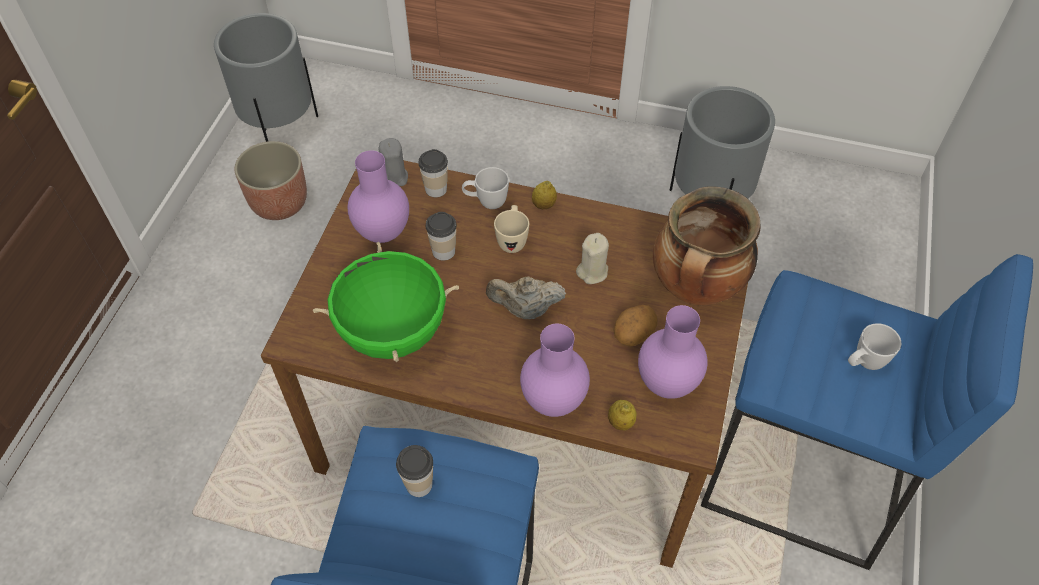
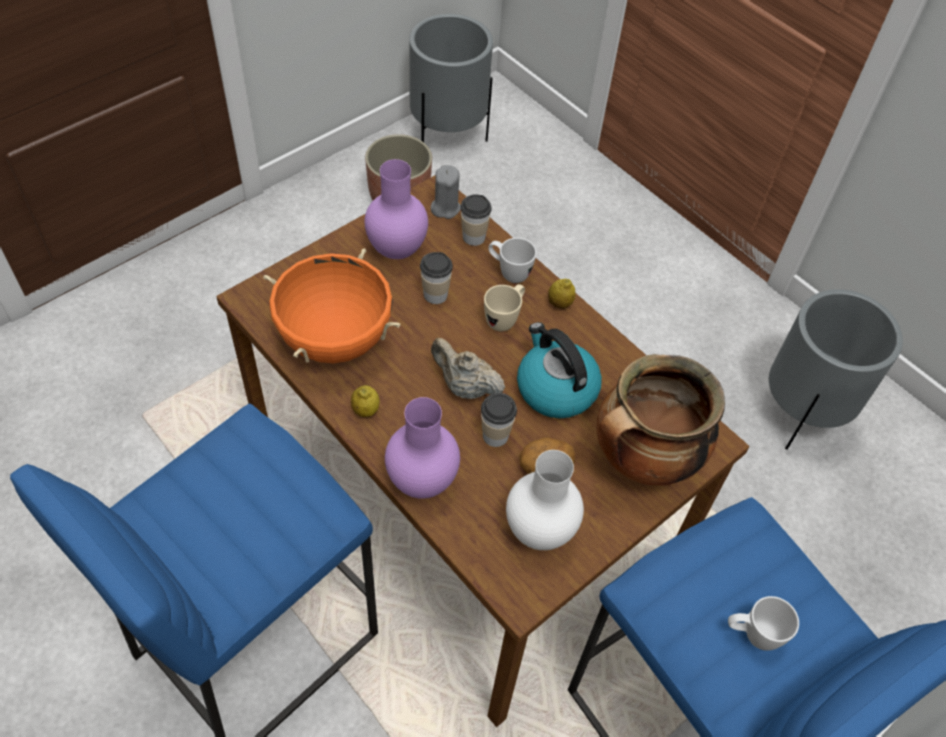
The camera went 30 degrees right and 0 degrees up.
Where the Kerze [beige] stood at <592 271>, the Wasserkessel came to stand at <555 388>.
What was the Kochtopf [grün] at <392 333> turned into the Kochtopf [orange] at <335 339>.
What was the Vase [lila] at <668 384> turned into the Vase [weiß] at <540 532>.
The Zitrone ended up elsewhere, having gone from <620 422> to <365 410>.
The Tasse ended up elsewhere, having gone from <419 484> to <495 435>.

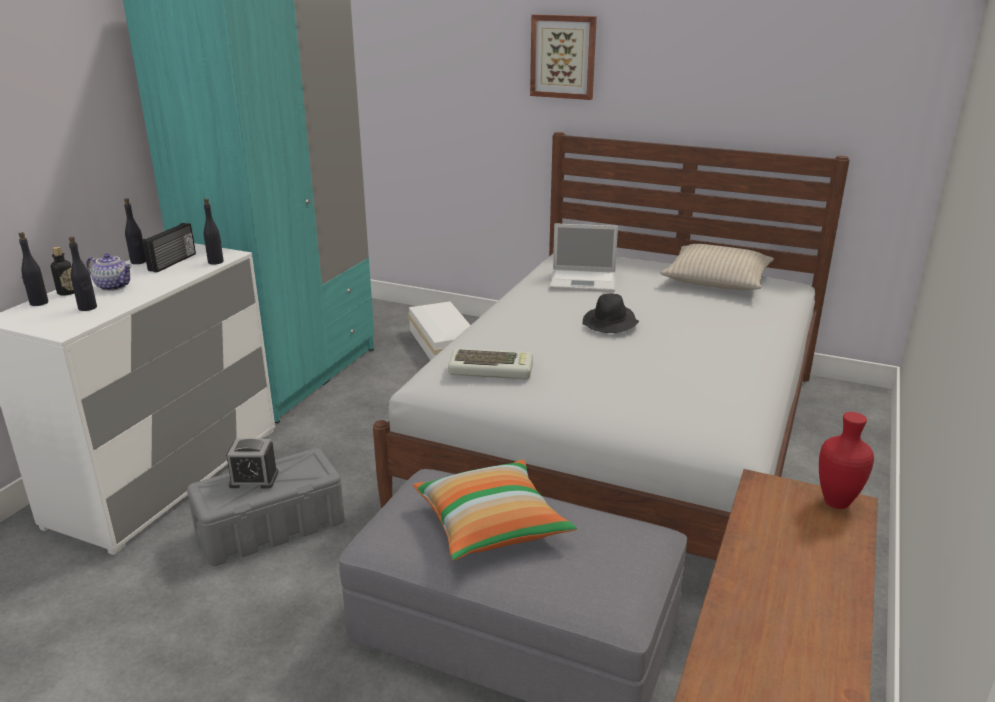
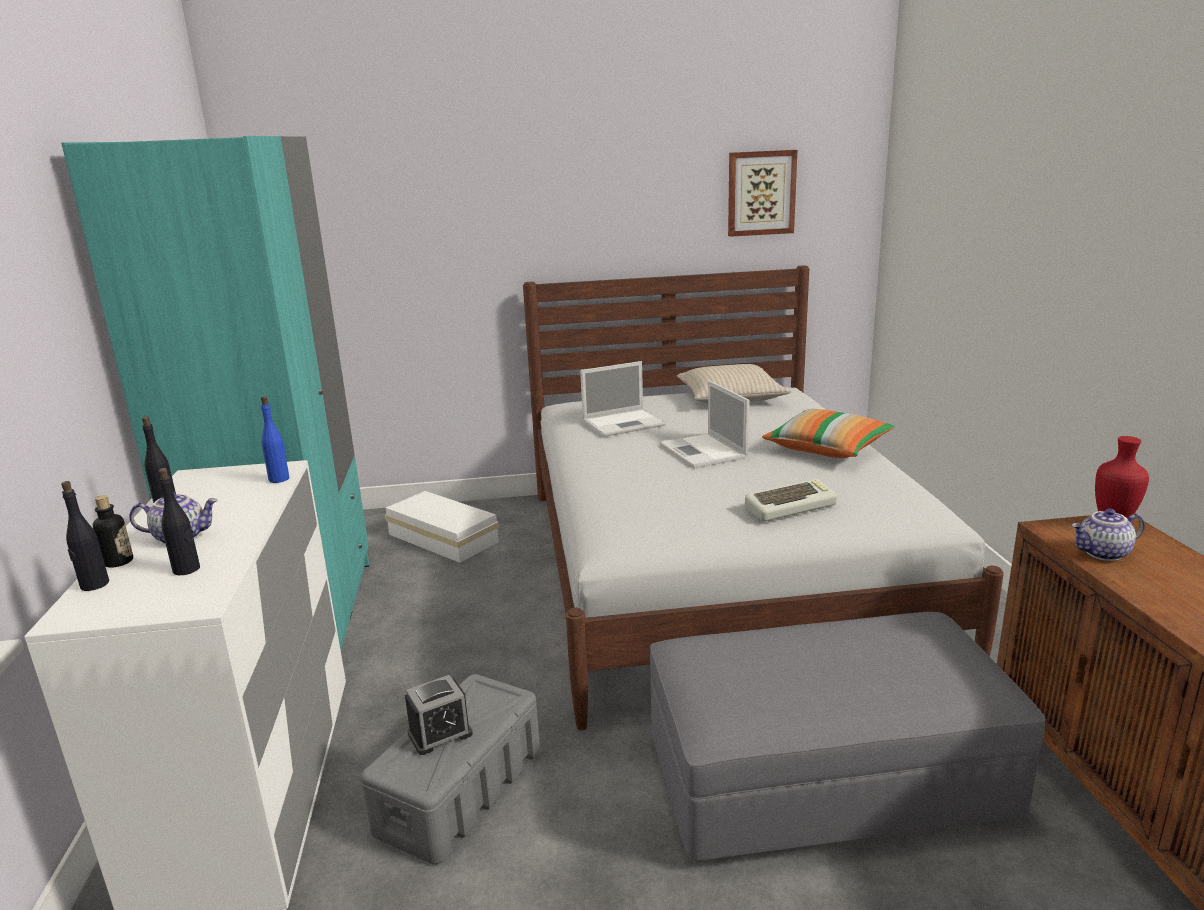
The camera went 30 degrees left and 5 degrees down.
The Bild ended up elsewhere, having gone from <563 56> to <761 193>.
What was the Flasche [schwarz] at <216 262> turned into the Flasche [blau] at <279 479>.
The second view lost the Radio at <173 262>.
Where the Hut [schwarz] stood at <610 324>, the Laptop came to stand at <704 451>.
The Tastatur ended up elsewhere, having gone from <491 370> to <790 506>.
The Kissen ended up elsewhere, having gone from <491 525> to <827 449>.
The second view gained the Teekanne at <1103 554>.

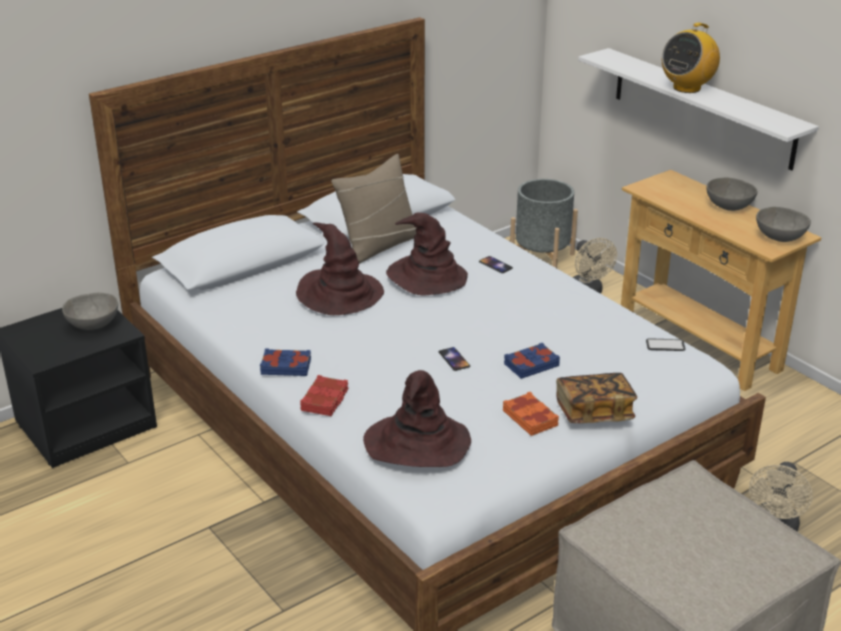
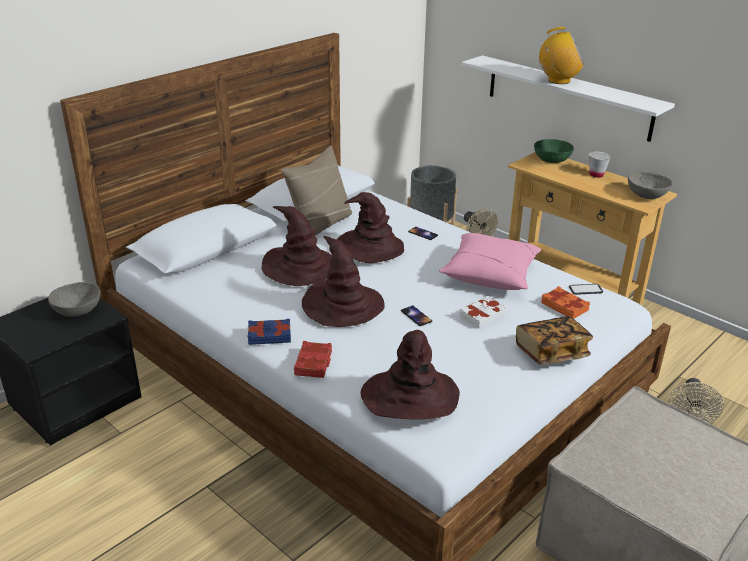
The camera went 10 degrees left and 0 degrees up.
The Radio at <687 88> ended up facing another way, 120 degrees counterclockwise from before.
Where the Schüssel [grau] stood at <728 206>, the Tasse [weiß] came to stand at <596 175>.
What was the Buch [blau] at <530 364> turned into the Buch [weiß] at <482 315>.
The Buch [orange] ended up elsewhere, having gone from <530 418> to <565 306>.
The second view gained the Schüssel [grün] at <552 161>.
The second view gained the Kissen [rosa] at <490 274>.
The second view gained the Hut [braun] at <342 306>.

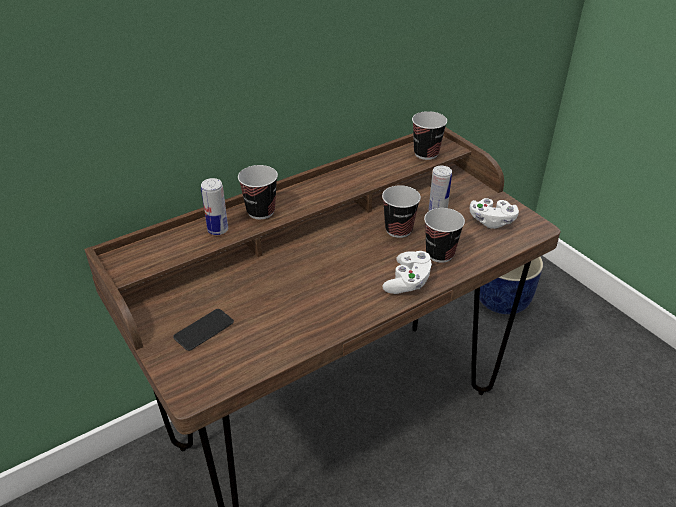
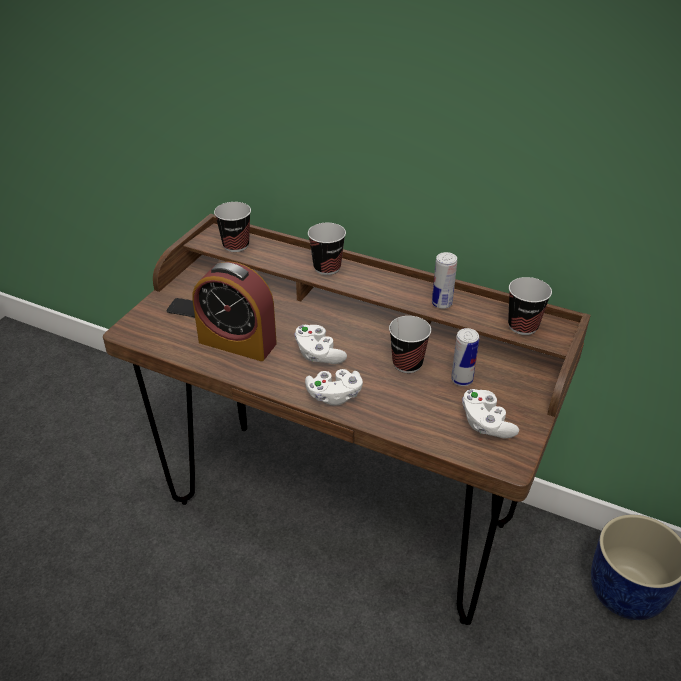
The camera went 60 degrees right and 0 degrees up.
The Dose ended up elsewhere, having gone from <218 230> to <442 303>.
The Tasse ended up elsewhere, having gone from <440 254> to <236 245>.
The second view gained the Wecker at <237 342>.
The second view gained the Gamepad [weiß] at <318 354>.

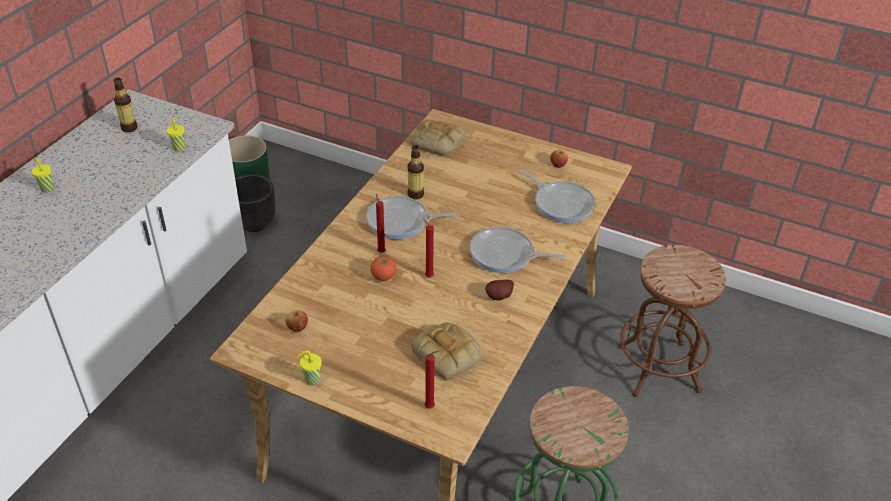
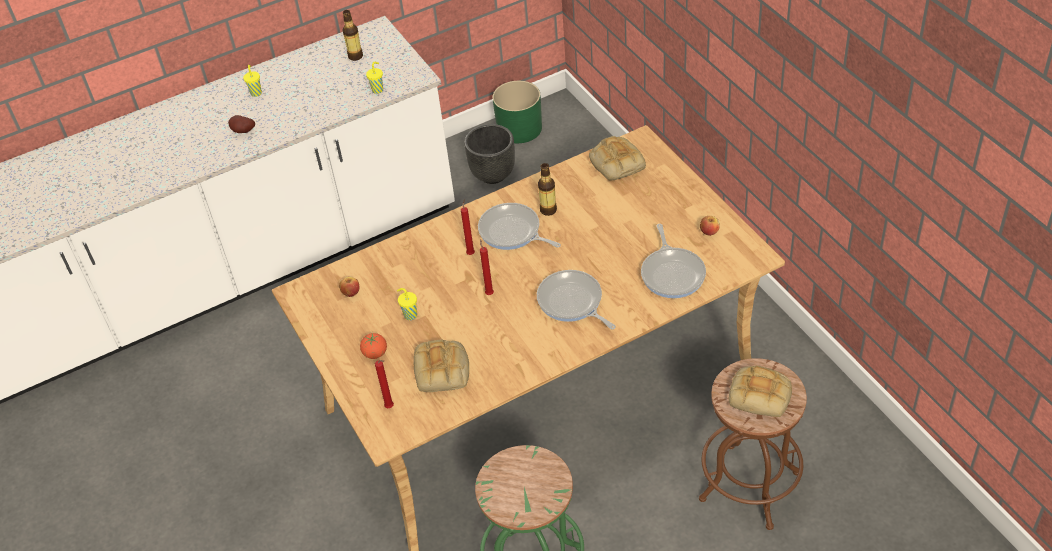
The camera went 40 degrees right and 5 degrees up.
The Tomate ended up elsewhere, having gone from <383 277> to <375 353>.
The Kartoffel ended up elsewhere, having gone from <500 297> to <243 132>.
The Tasse [gelb] ended up elsewhere, having gone from <311 380> to <409 315>.
The second view gained the Brot at <761 395>.

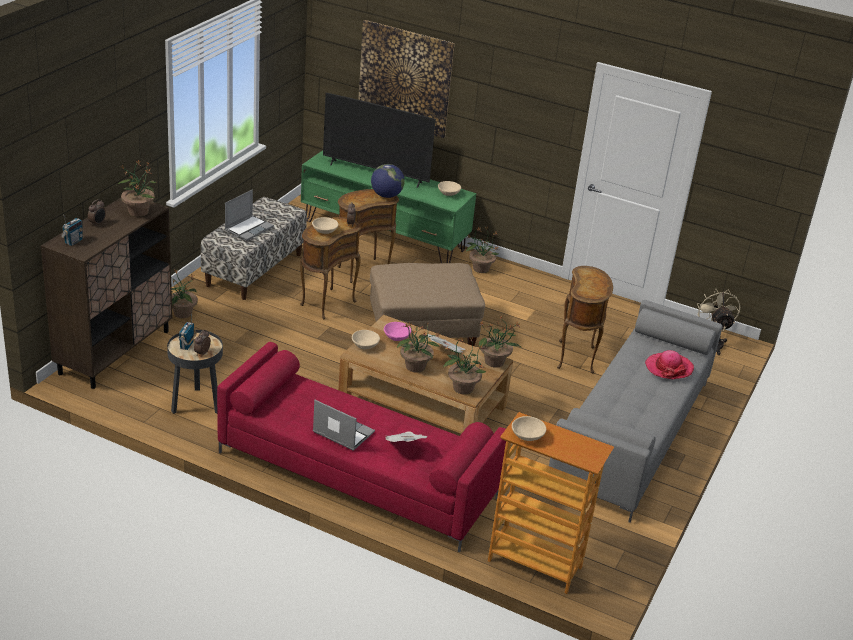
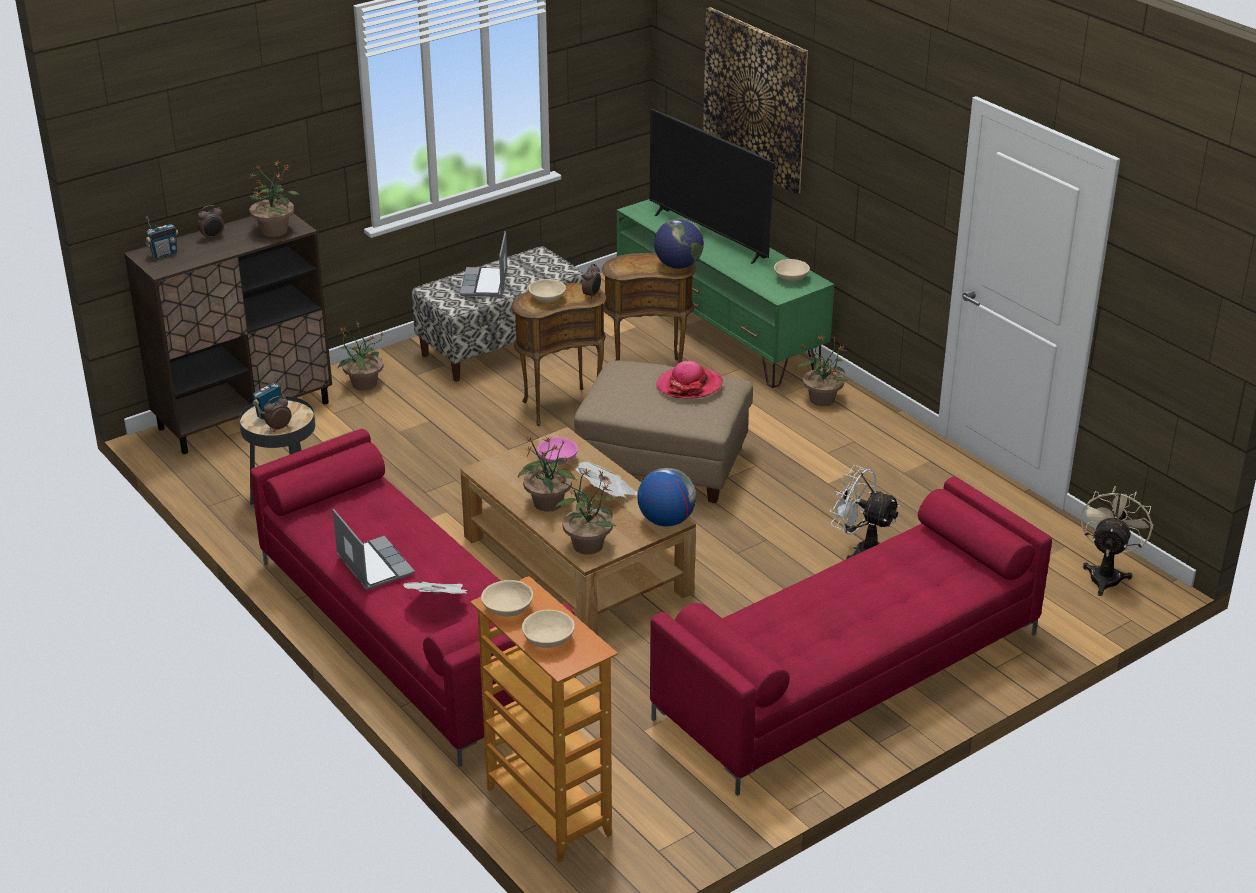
The camera went 30 degrees right and 0 degrees up.
The Laptop at <249 228> ended up facing another way, 120 degrees clockwise from before.
Where the Beistelltisch [braun] stood at <577 358>, the Ventilator [weiß] came to stand at <861 551>.
What was the Sofa [grau] at <631 435> turned into the Sofa [rot] at <849 677>.
Where the Topfpflanze stood at <495 362>, the Globus came to stand at <666 520>.
The Schüssel [beige] ended up elsewhere, having gone from <365 345> to <548 640>.
The Hut ended up elsewhere, having gone from <669 368> to <689 386>.

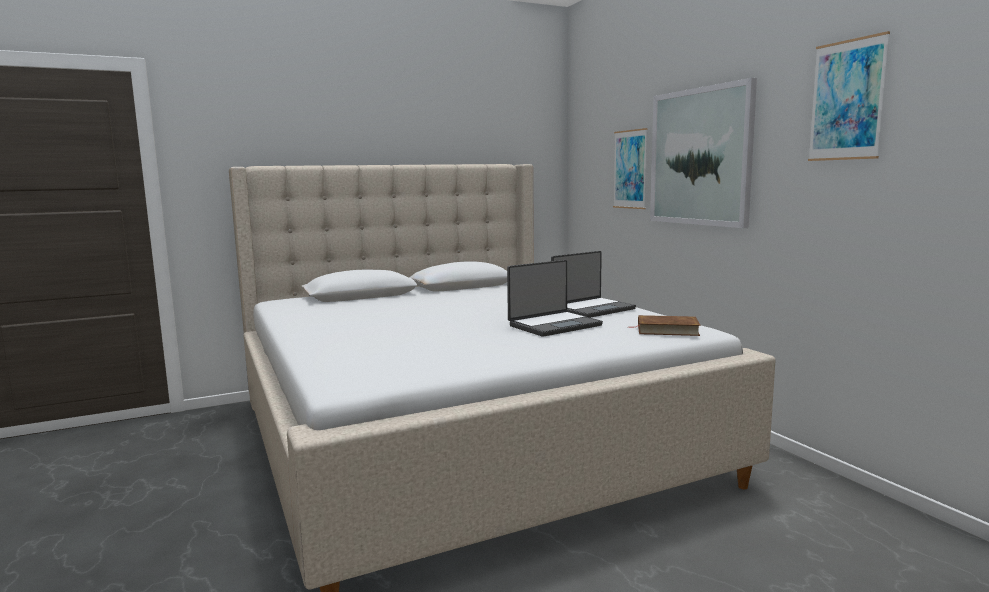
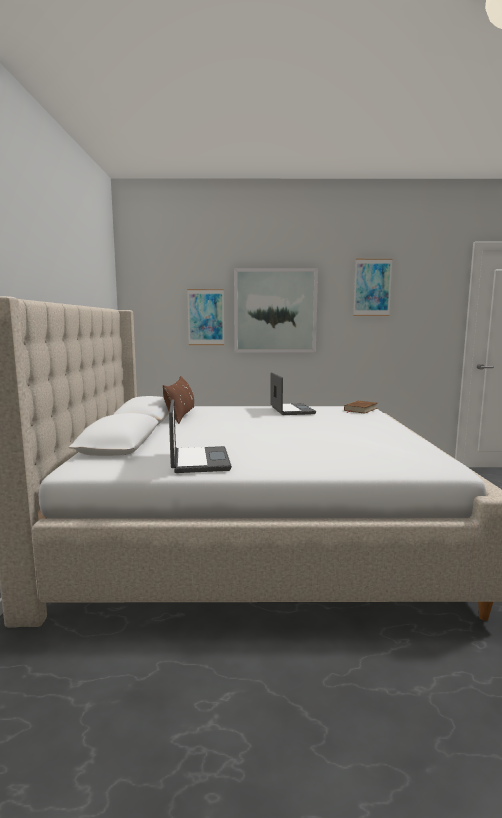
The camera went 65 degrees left and 0 degrees up.
The Laptop ended up elsewhere, having gone from <553 325> to <198 461>.
The second view gained the Kissen [braun] at <181 415>.

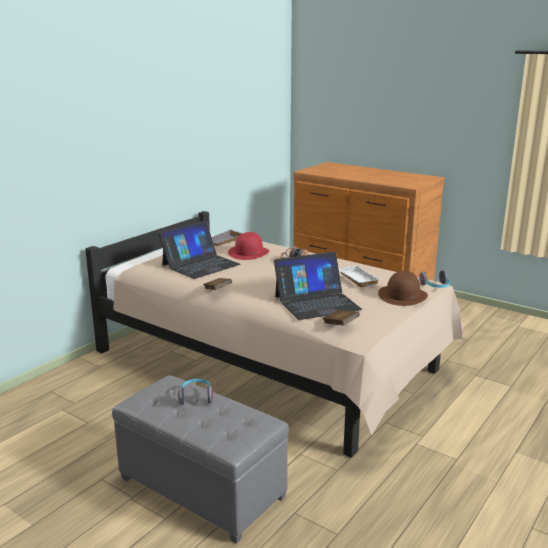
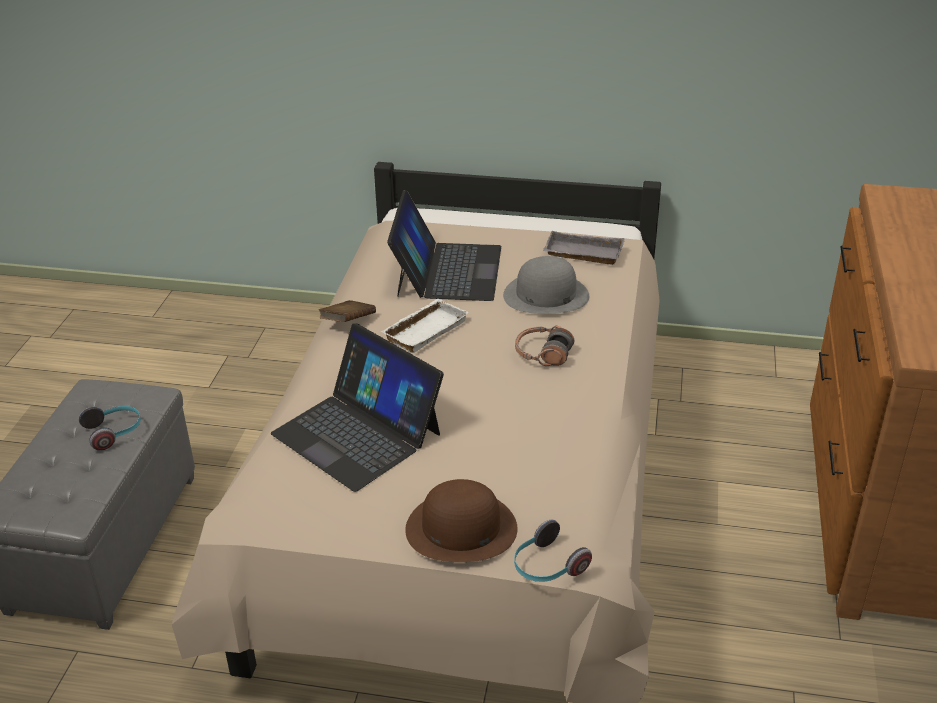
The camera went 65 degrees right and 15 degrees up.
The Laptop at <200 264> ended up facing another way, 105 degrees counterclockwise from before.
What was the Hut [rot] at <249 253> turned into the Hut [grau] at <545 295>.
The Tablett [weiß] ended up elsewhere, having gone from <356 279> to <424 329>.
The second view lost the Buch [braun] at <340 325>.

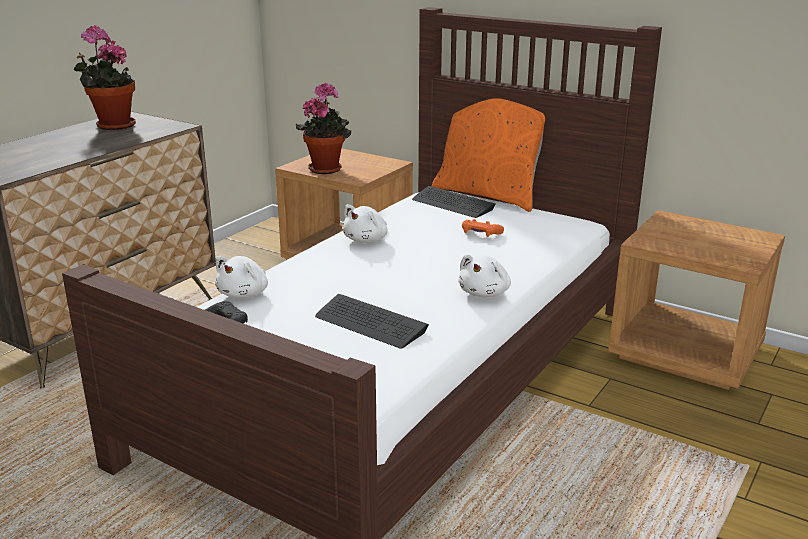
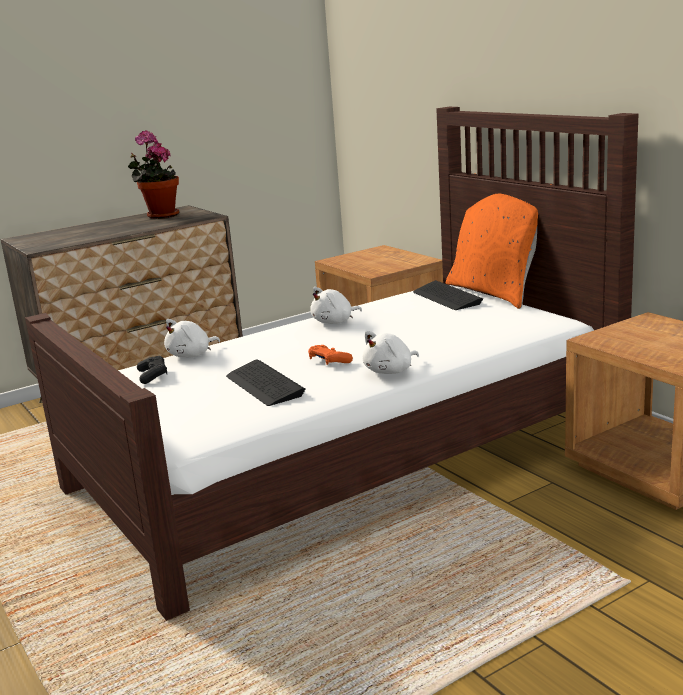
The camera went 25 degrees right and 5 degrees down.
The second view lost the Topfpflanze at <326 168>.
The Gamepad [orange] ended up elsewhere, having gone from <480 234> to <329 361>.

